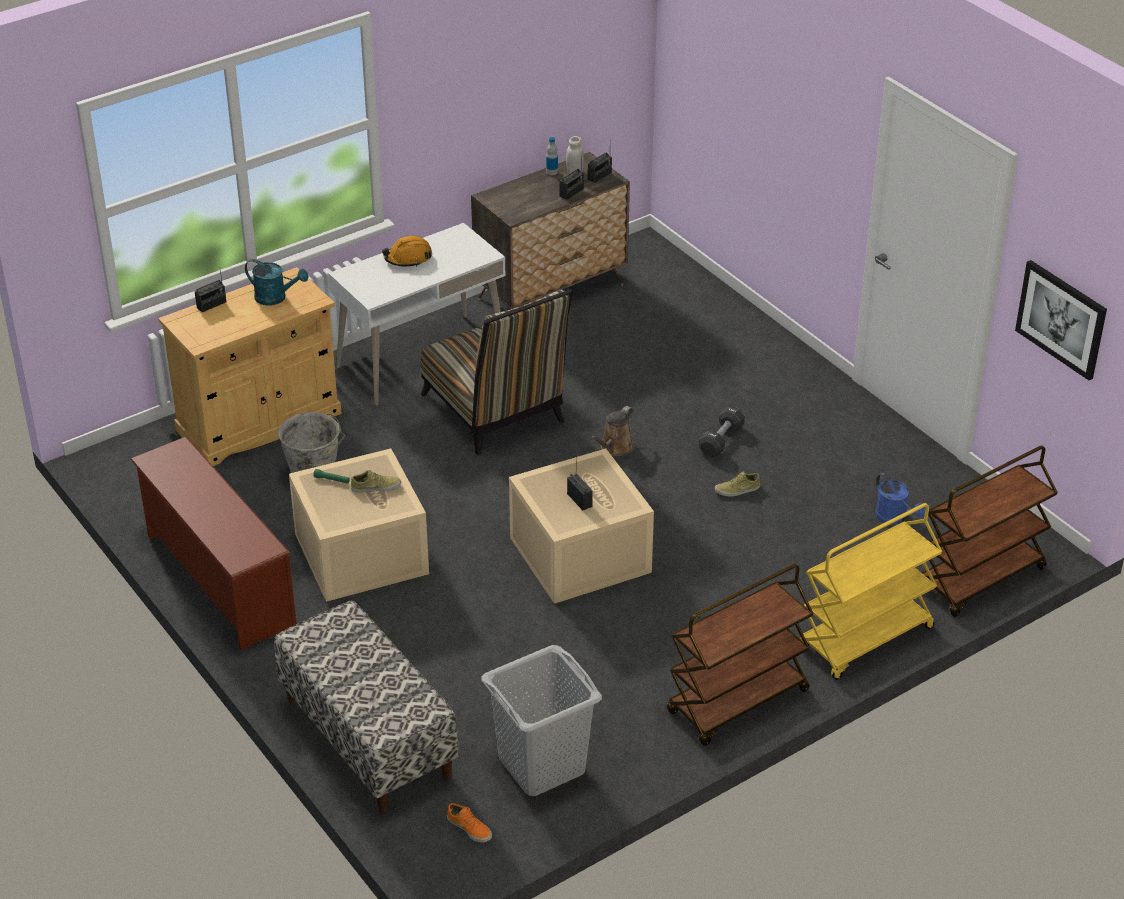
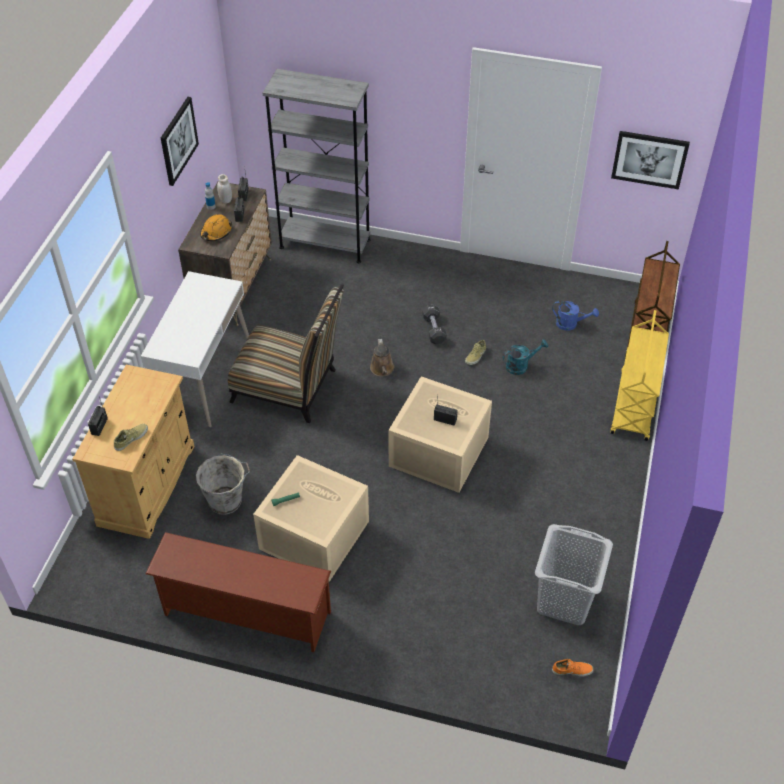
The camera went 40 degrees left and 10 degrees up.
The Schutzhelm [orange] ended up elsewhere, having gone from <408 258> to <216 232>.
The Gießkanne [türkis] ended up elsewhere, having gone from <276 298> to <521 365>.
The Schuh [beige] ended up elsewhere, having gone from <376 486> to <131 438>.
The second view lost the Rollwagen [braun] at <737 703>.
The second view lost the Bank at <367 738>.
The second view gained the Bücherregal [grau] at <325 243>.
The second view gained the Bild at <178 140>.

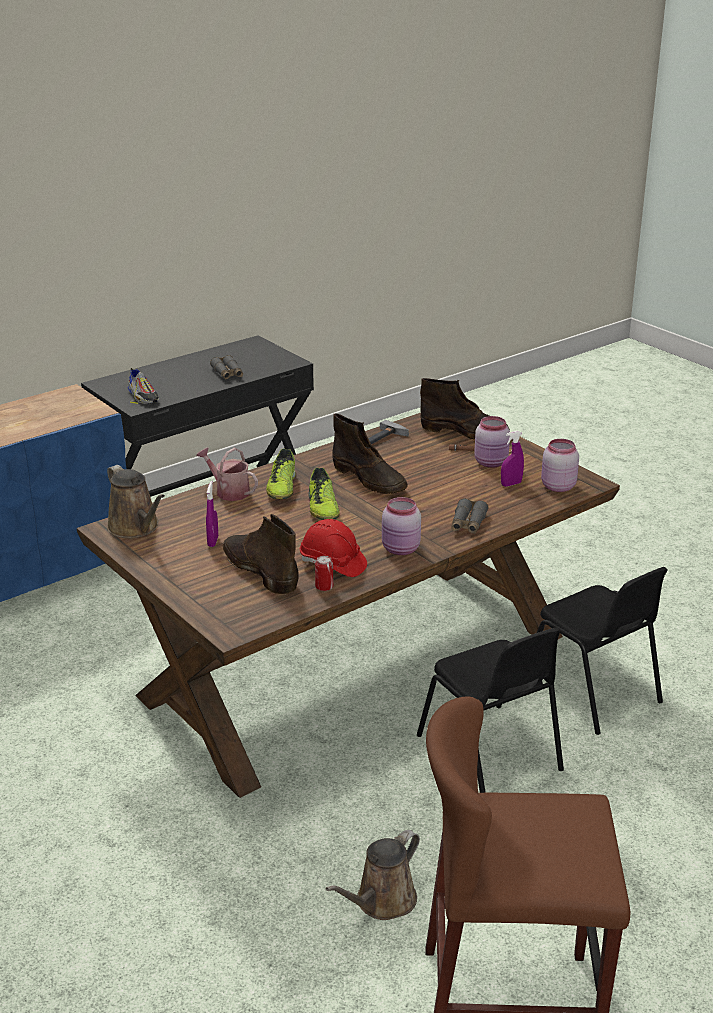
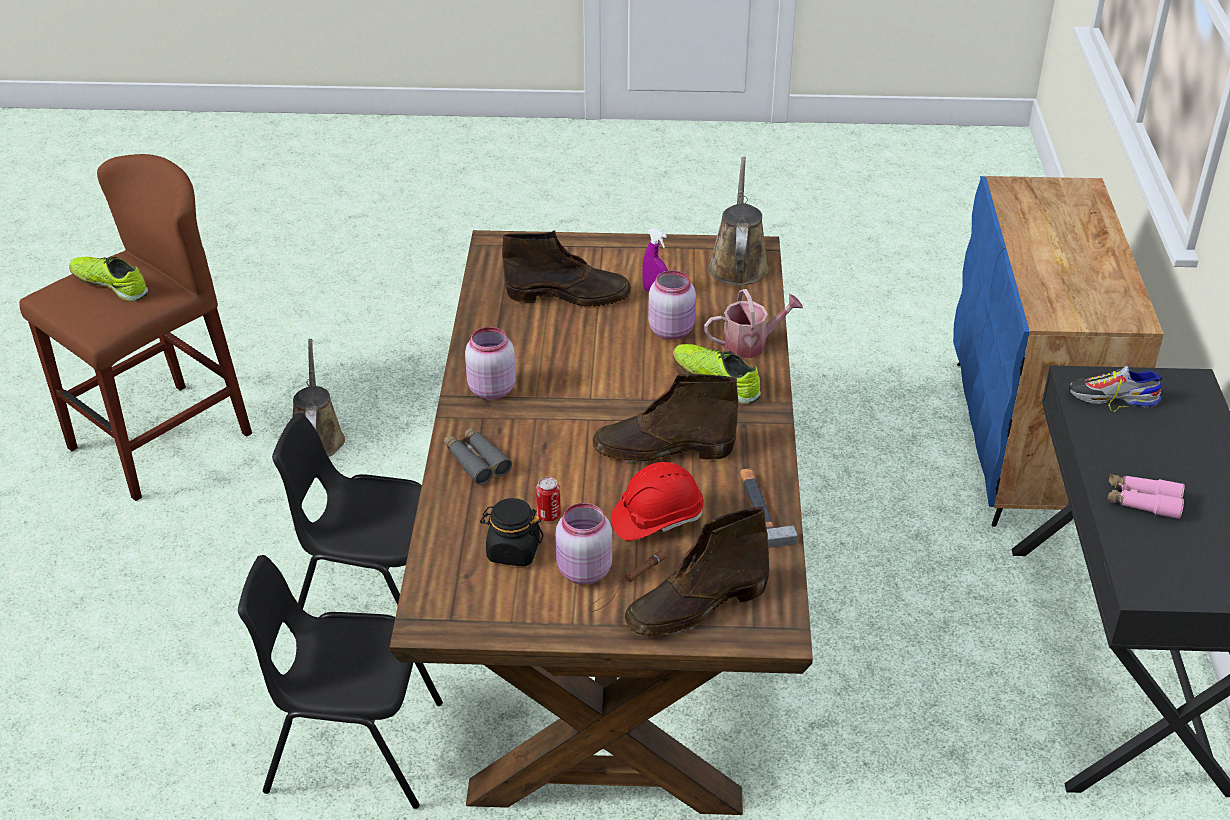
The camera went 130 degrees right and 10 degrees up.
What was the Fernglas [grau] at <228 374> turned into the Fernglas [rosa] at <1142 502>.
Where the Sprühflasche [lila] stood at <511 484>, the Vorratsglas [schwarz] came to stand at <513 551>.
The Vorratsglas [rosa] ended up elsewhere, having gone from <557 487> to <672 330>.
The Gießkanne [braun] at <136 527> ended up facing another way, 90 degrees clockwise from before.
The Schuh ended up elsewhere, having gone from <322 508> to <110 285>.
The Schutzhelm [rot] ended up elsewhere, having gone from <332 564> to <657 518>.
The Dose ended up elsewhere, having gone from <324 587> to <548 515>.

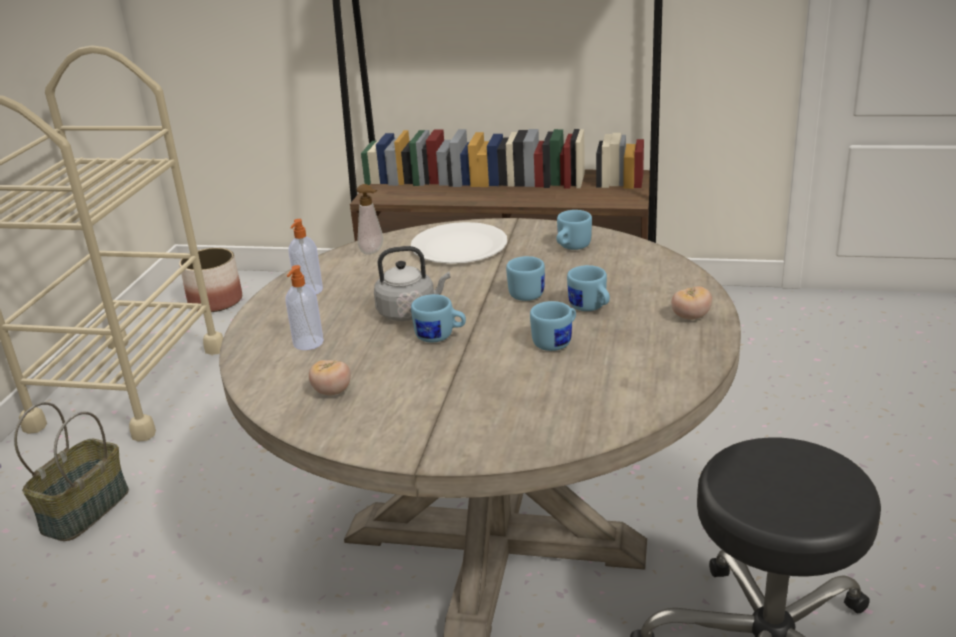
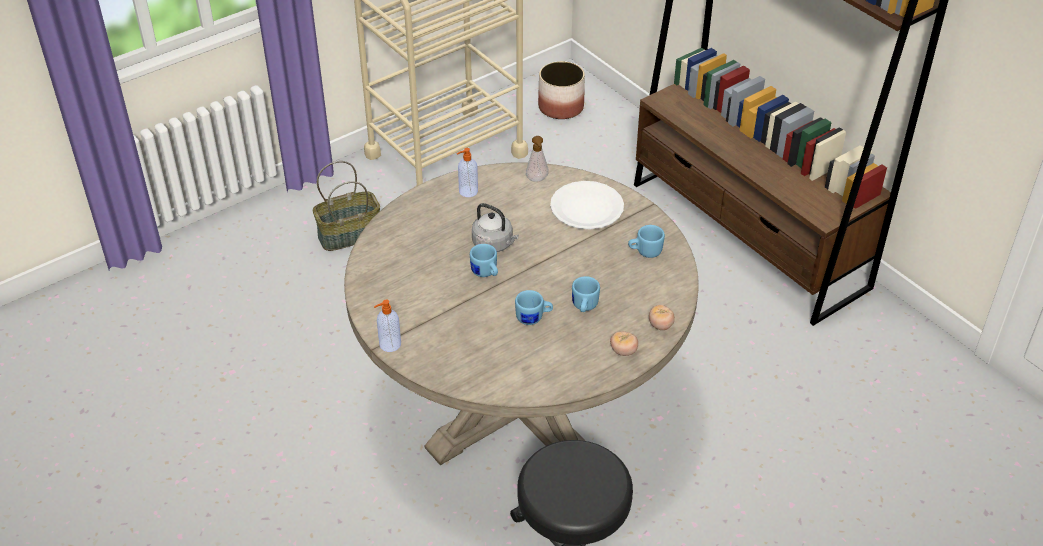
The camera went 40 degrees right and 15 degrees up.
The second view lost the Henkelbecher [blau] at <526 292>.
The Seifenspender ended up elsewhere, having gone from <307 343> to <389 344>.
The Tomate ended up elsewhere, having gone from <332 391> to <660 325>.

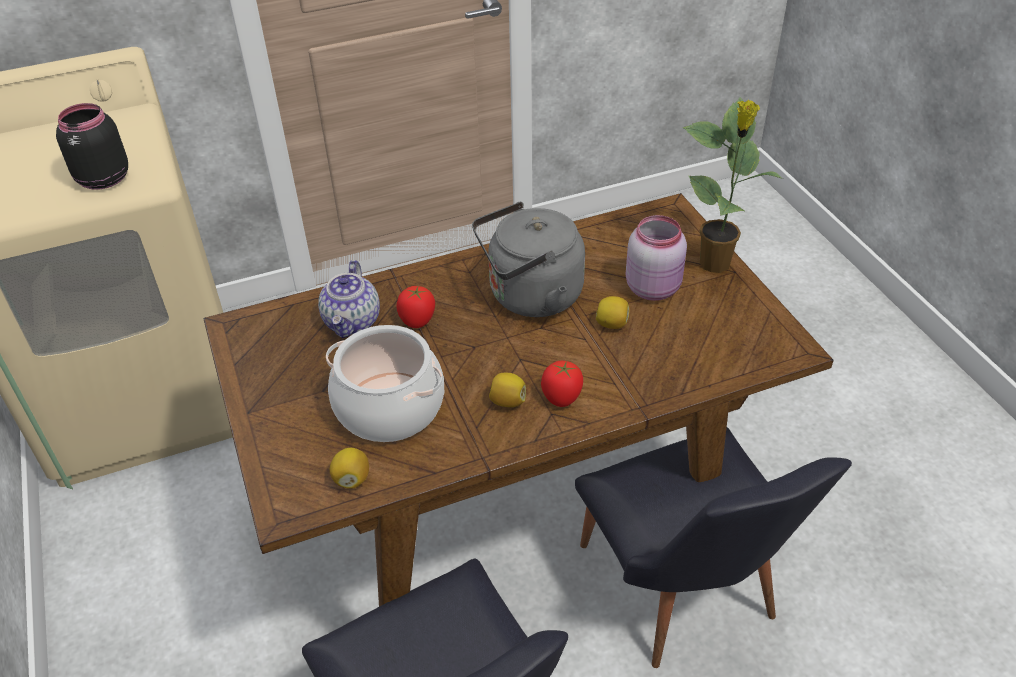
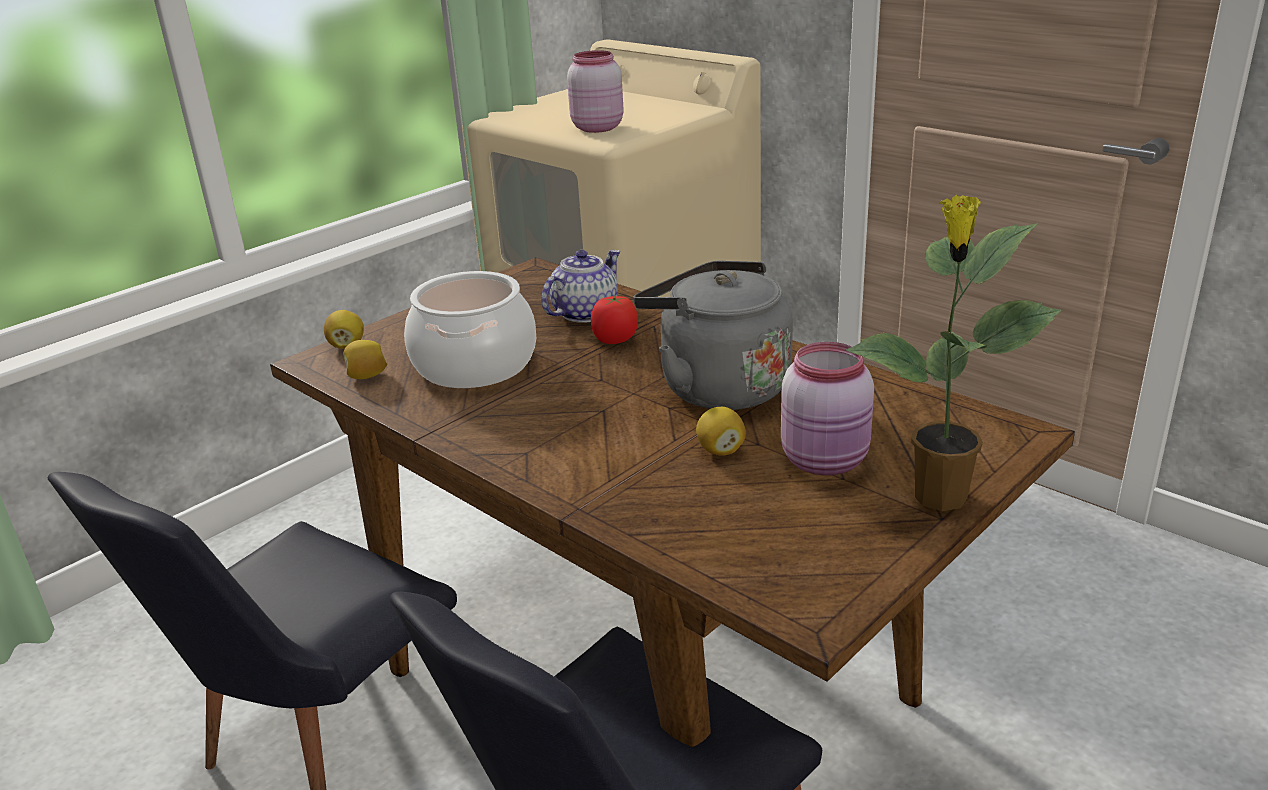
The camera went 65 degrees right and 15 degrees down.
What was the Vorratsglas [schwarz] at <102 179> turned into the Vorratsglas [rosa] at <596 128>.
The Teekanne at <353 322> ended up facing another way, 150 degrees clockwise from before.
The second view lost the Tomate at <561 397>.
The Zitrone ended up elsewhere, having gone from <507 401> to <347 346>.

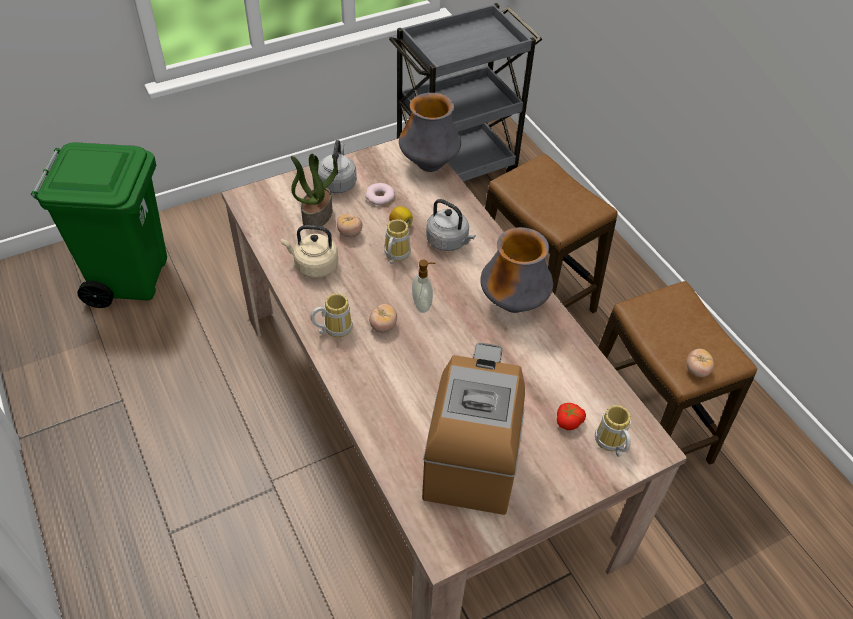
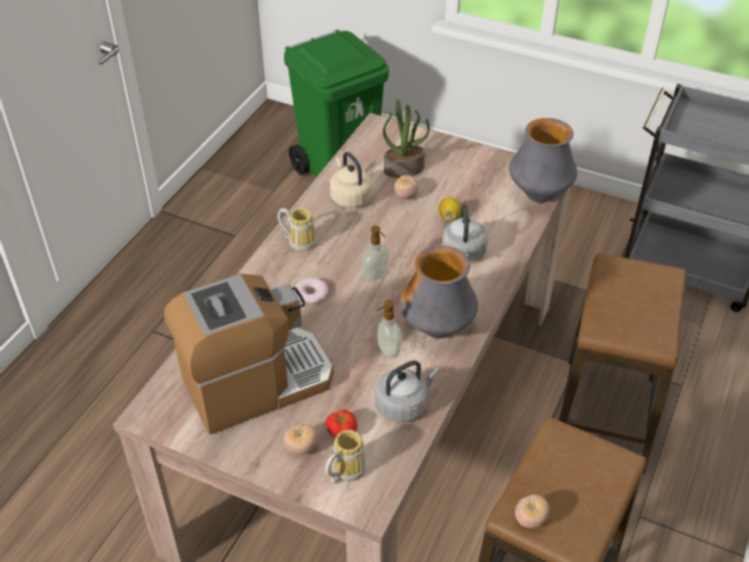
The camera went 55 degrees right and 5 degrees down.
The Wasserkessel [grau] ended up elsewhere, having gone from <337 182> to <403 404>.
The Donut ended up elsewhere, having gone from <380 197> to <311 294>.
The second view lost the Henkelbecher at <394 255>.
The Tomate ended up elsewhere, having gone from <383 326> to <301 447>.
The second view gained the Seifenspender at <387 350>.

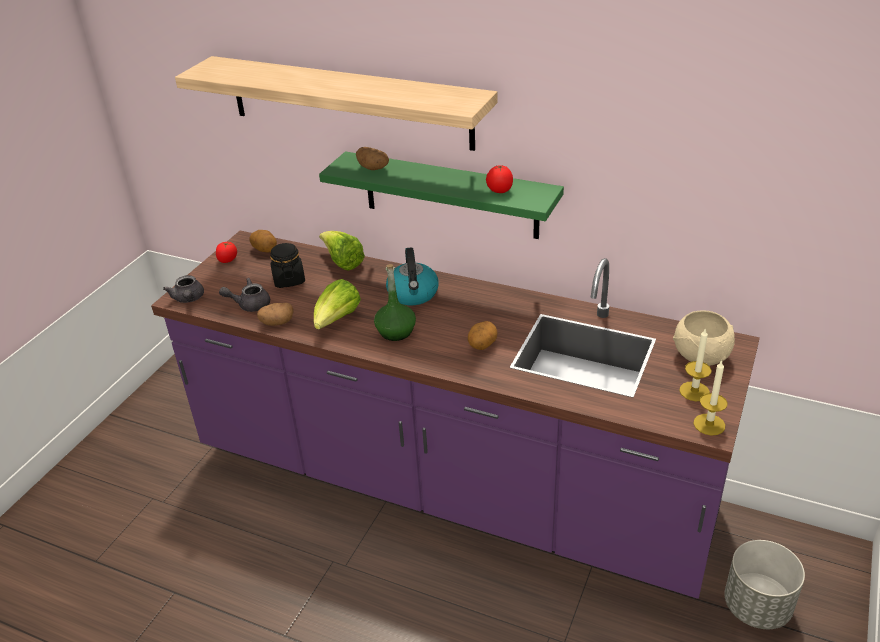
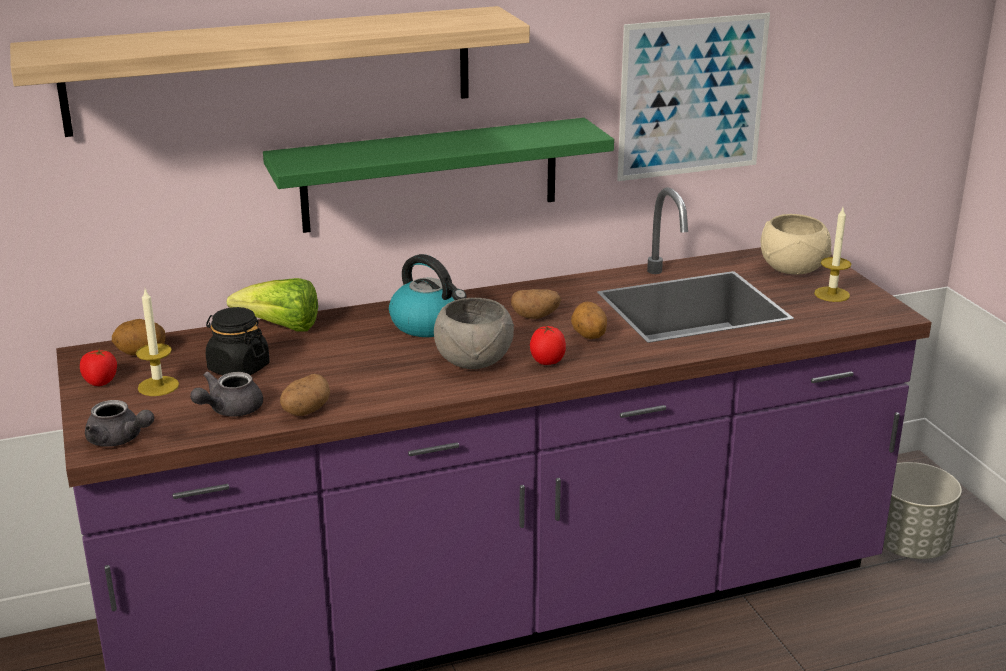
The camera went 45 degrees left and 10 degrees down.
The Kartoffel ended up elsewhere, having gone from <373 168> to <535 316>.
The Tomate ended up elsewhere, having gone from <499 191> to <547 362>.
Where the Flasche [grün] stood at <395 331>, the Schüssel [grau] came to stand at <473 362>.
The second view lost the Salatkopf at <337 320>.
The Kerze ended up elsewhere, having gone from <709 424> to <158 386>.
The second view gained the Bild at <692 97>.

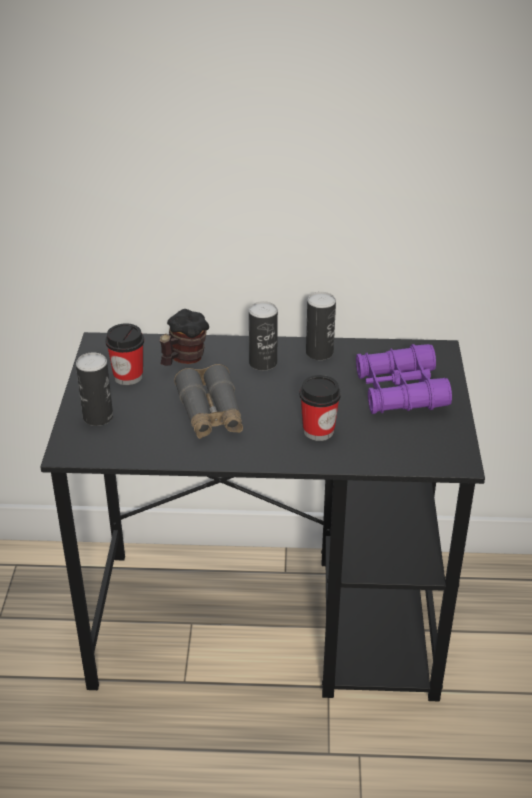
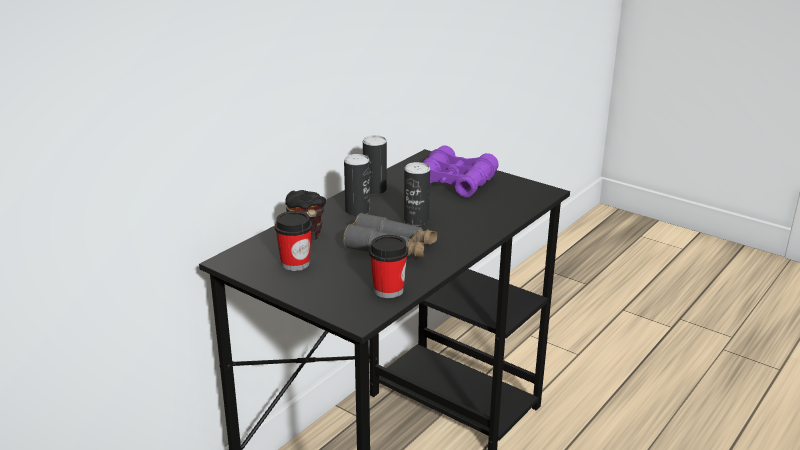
The camera went 55 degrees left and 10 degrees down.
The Dose ended up elsewhere, having gone from <98 417> to <416 220>.
The Tasse ended up elsewhere, having gone from <318 431> to <388 290>.

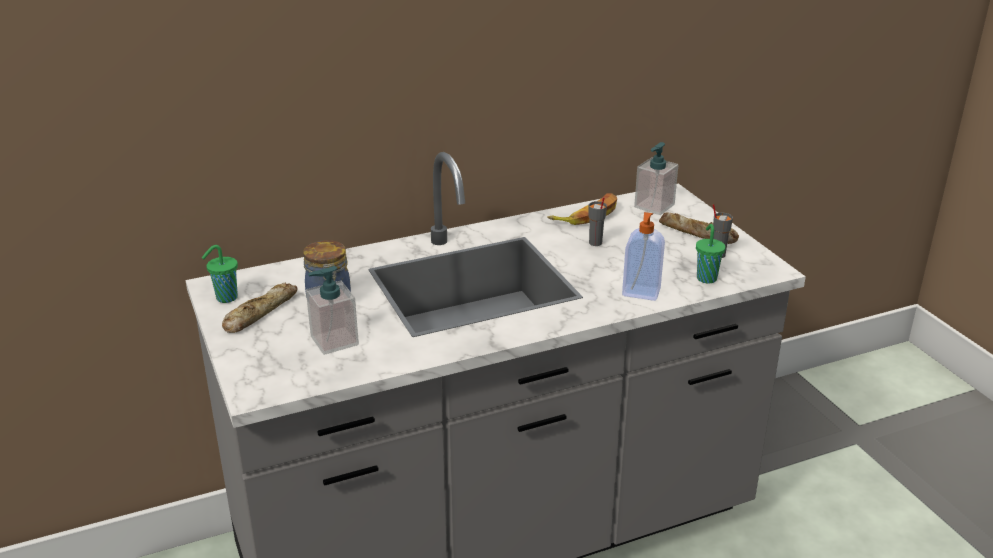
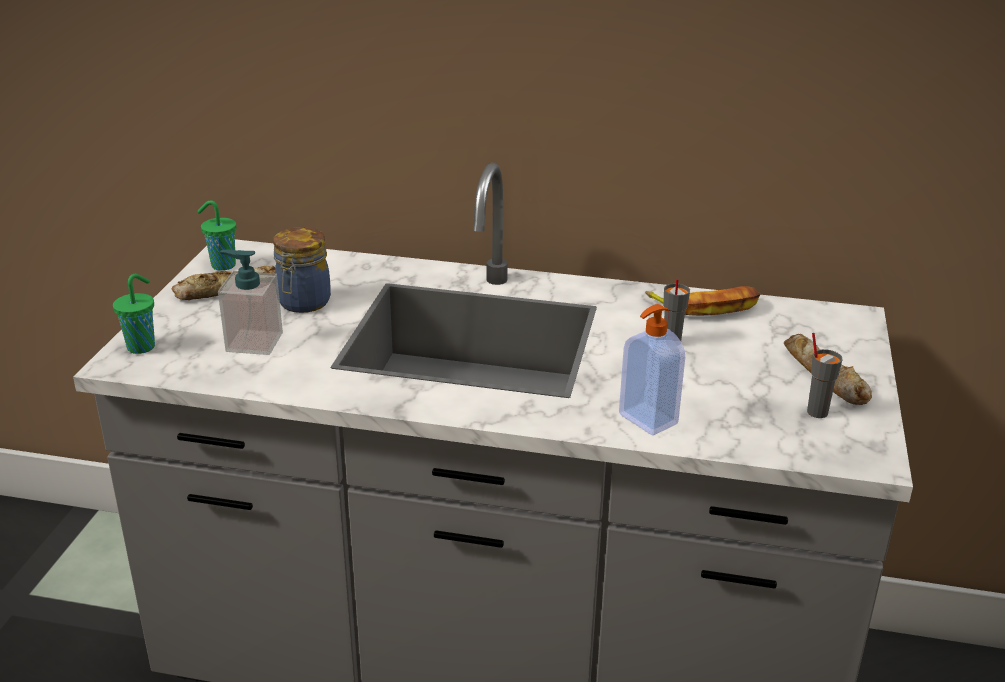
The camera went 35 degrees right and 0 degrees up.
The second view lost the Seifenspender at <654 206>.
The Tasse [grün] ended up elsewhere, having gone from <706 278> to <142 346>.

